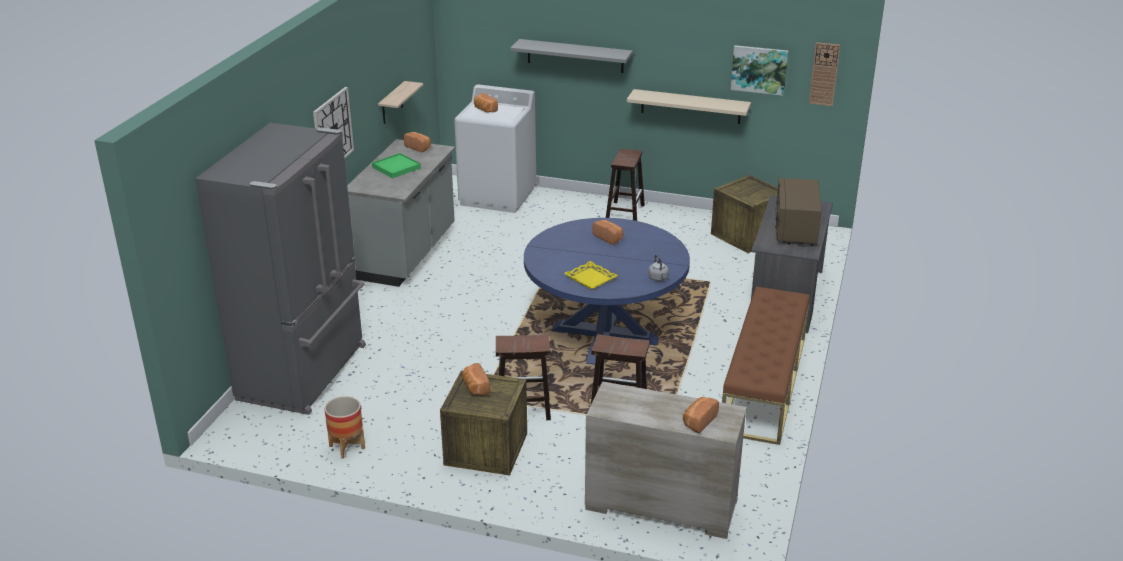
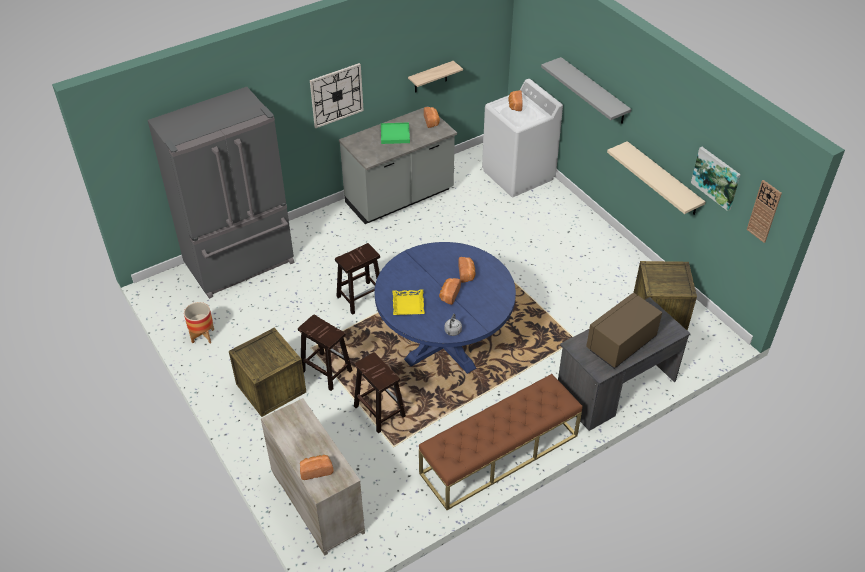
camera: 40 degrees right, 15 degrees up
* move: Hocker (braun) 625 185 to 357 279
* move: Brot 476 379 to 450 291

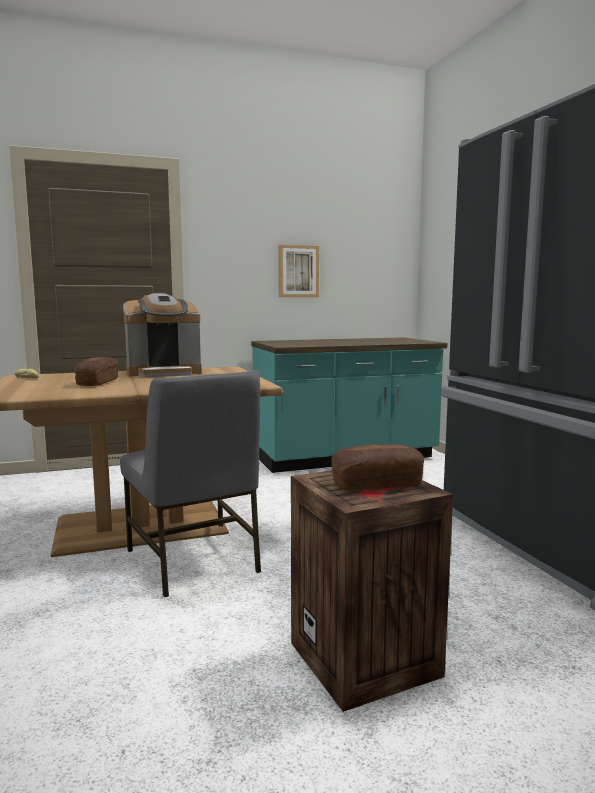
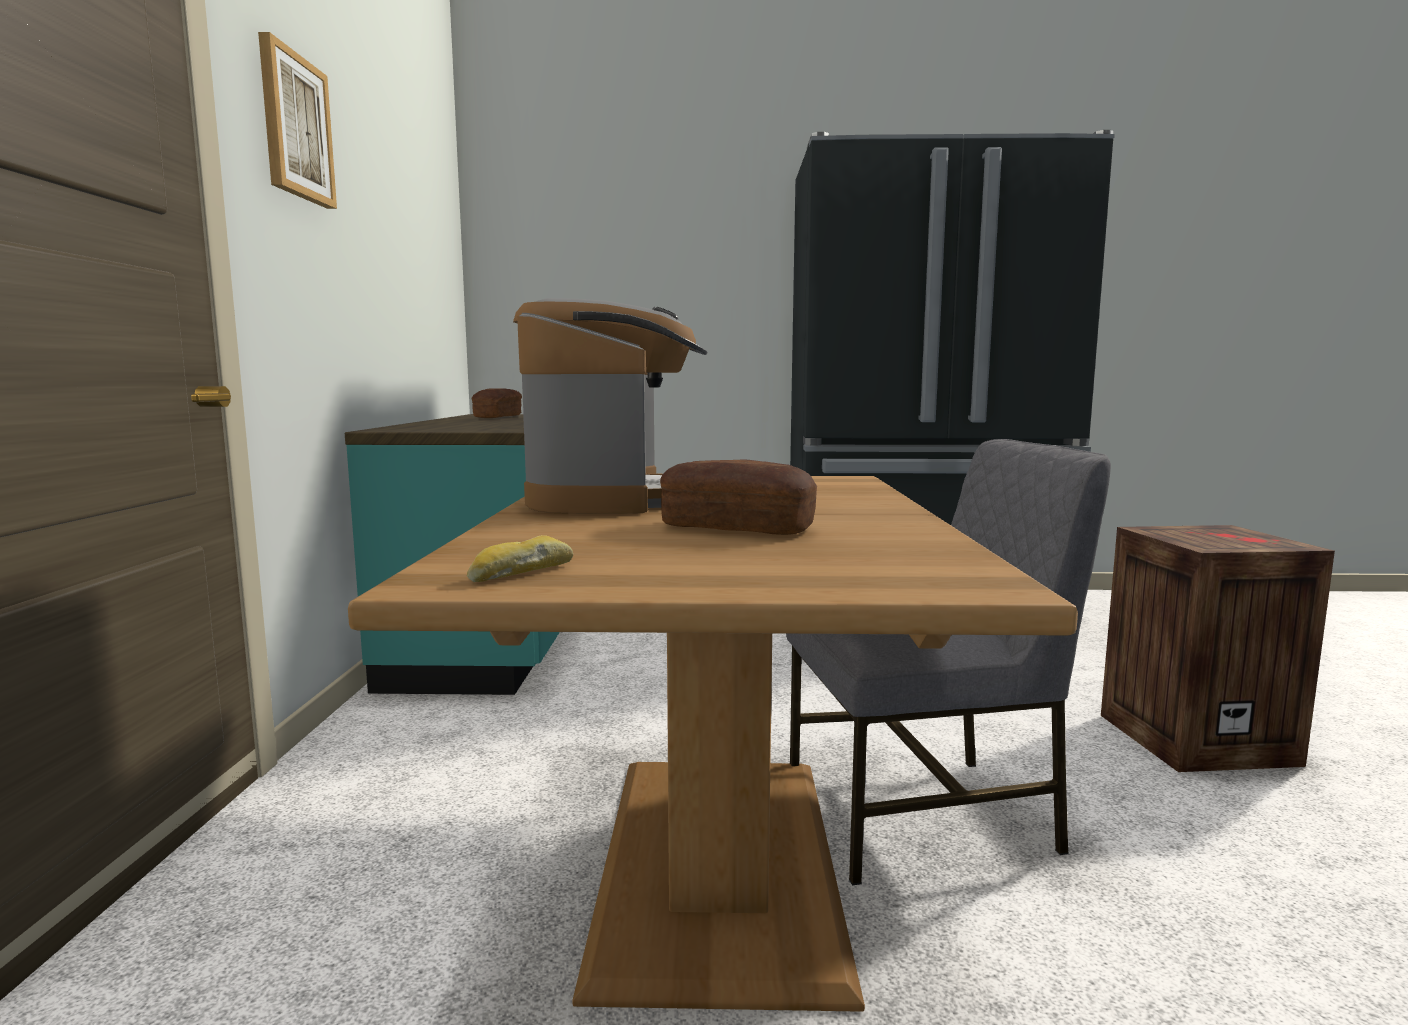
camera: 70 degrees left, 0 degrees up
* move: Bild 299 271 to 297 120
* move: Brot 377 467 to 497 403

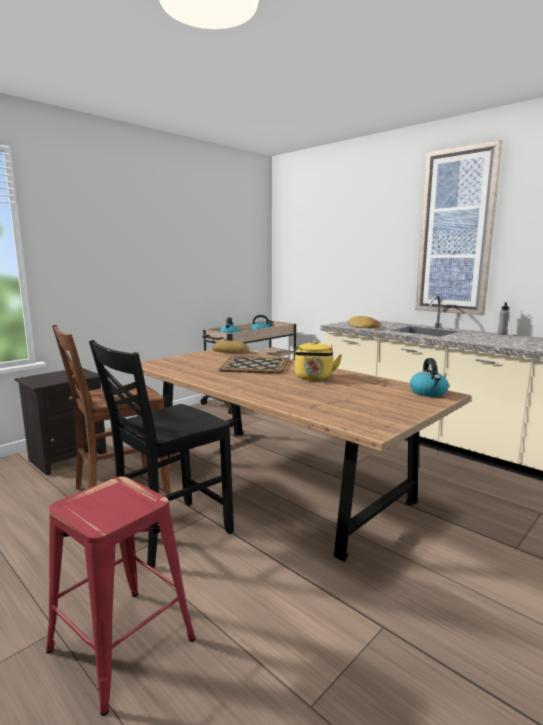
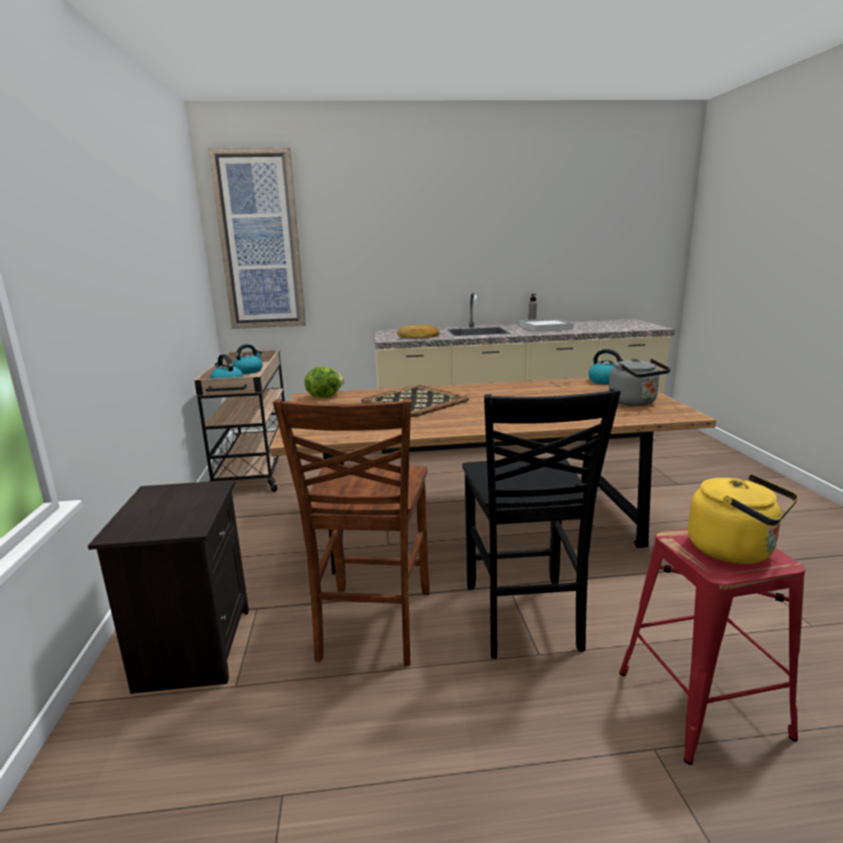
camera: 50 degrees left, 5 degrees up
* move: Bild 459 227 to 257 238
* replace: Brot 230 347 to Salatkopf 324 382
* move: Wasserkessel (gelb) 318 361 to 743 519
* insert: Tablett (weiß) 546 325
* insert: Wasserkessel (grau) 639 382

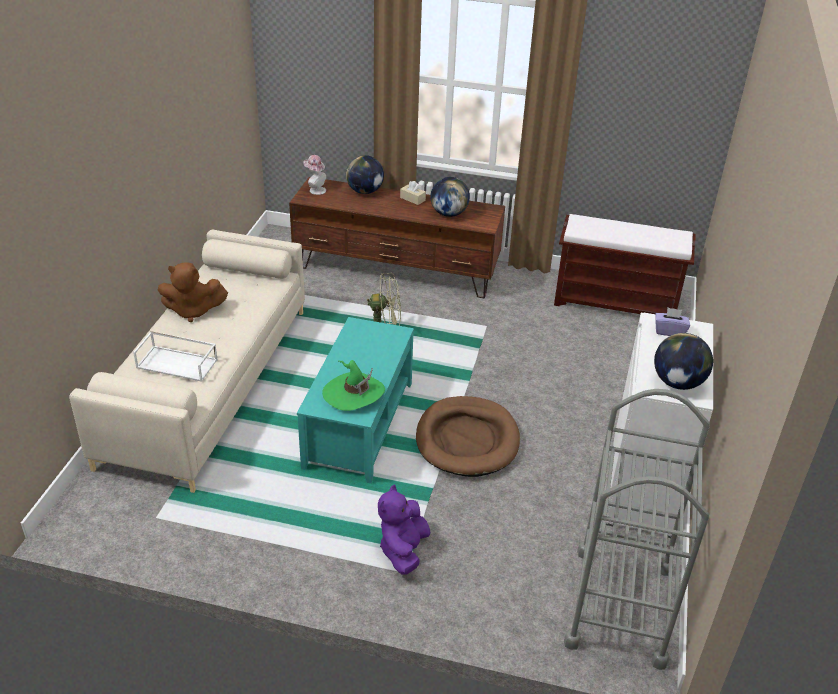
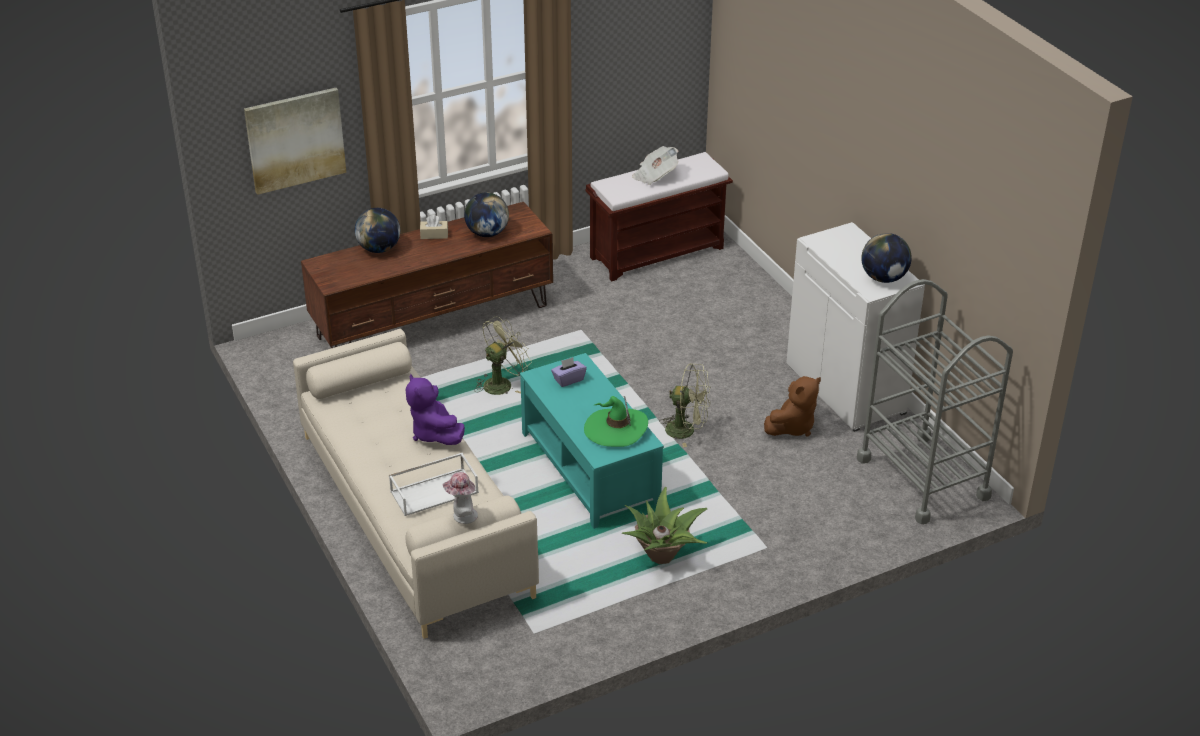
camera: 40 degrees left, 0 degrees up
* move: Hut 315 175 to 460 498
* move: Plüschtier (braun) 193 292 to 792 406
* move: Taschentuchbox (lila) 672 322 to 569 372
* replace: Hundebett (braun) 468 436 to Ventilator (grün) 684 405
* move: Plüschtier (lila) 404 530 to 435 409
* insert: Bild 295 141
* insert: Zeitung 655 165
* insert: Topfpflanze 664 525

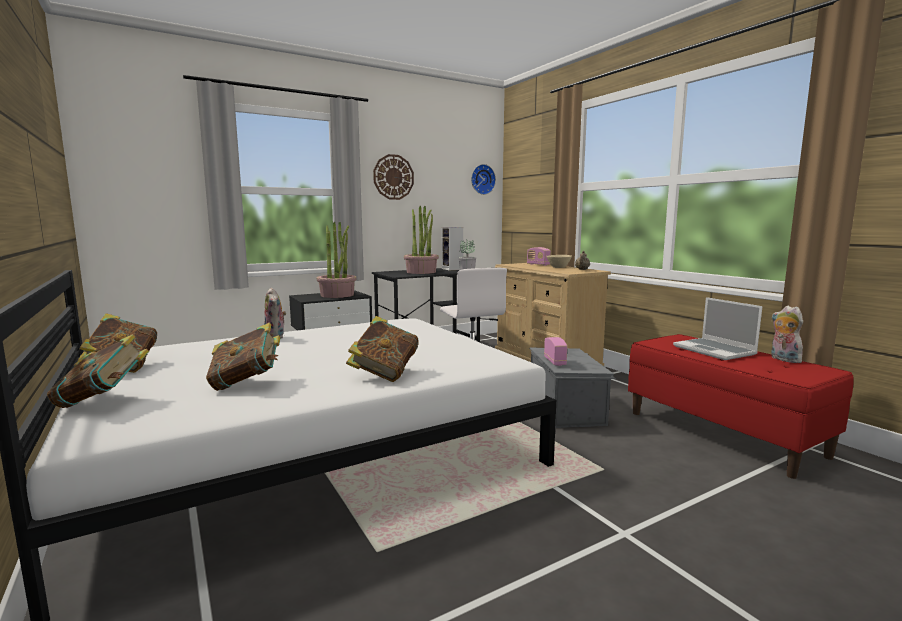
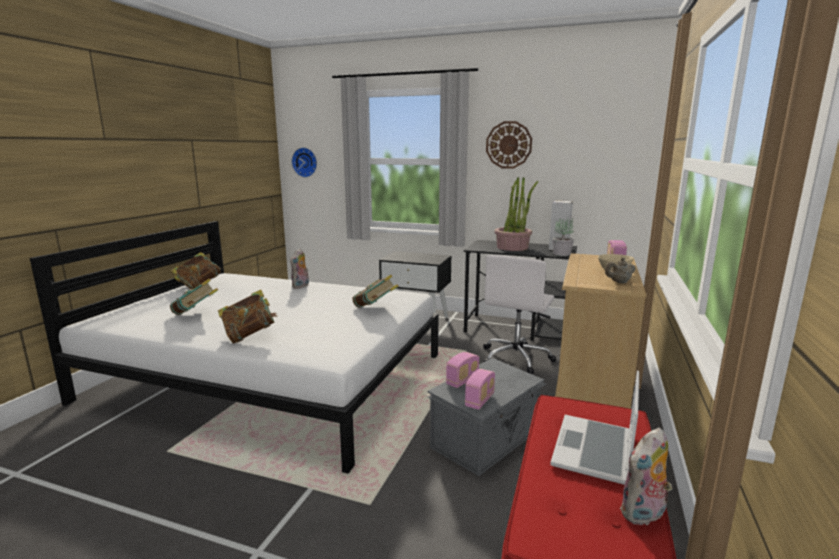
camera: 50 degrees right, 5 degrees up
* move: Wanduhr 483 179 to 304 162
* delete: Topfpflanze 337 260
* rotate: Plüschtier 787 334 = 646 476 150 degrees counterclockwise
* move: Buch 98 371 to 375 291
* insert: Radio 480 389

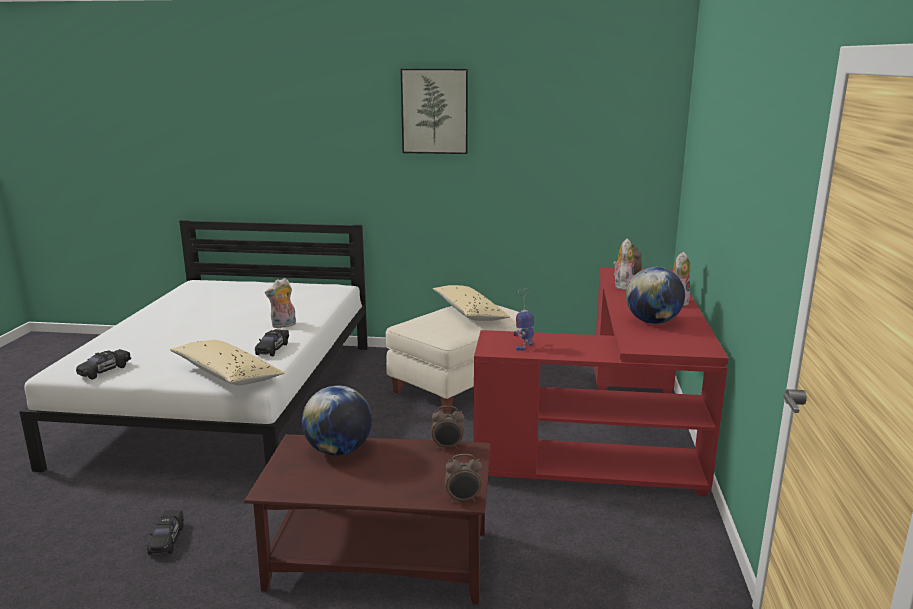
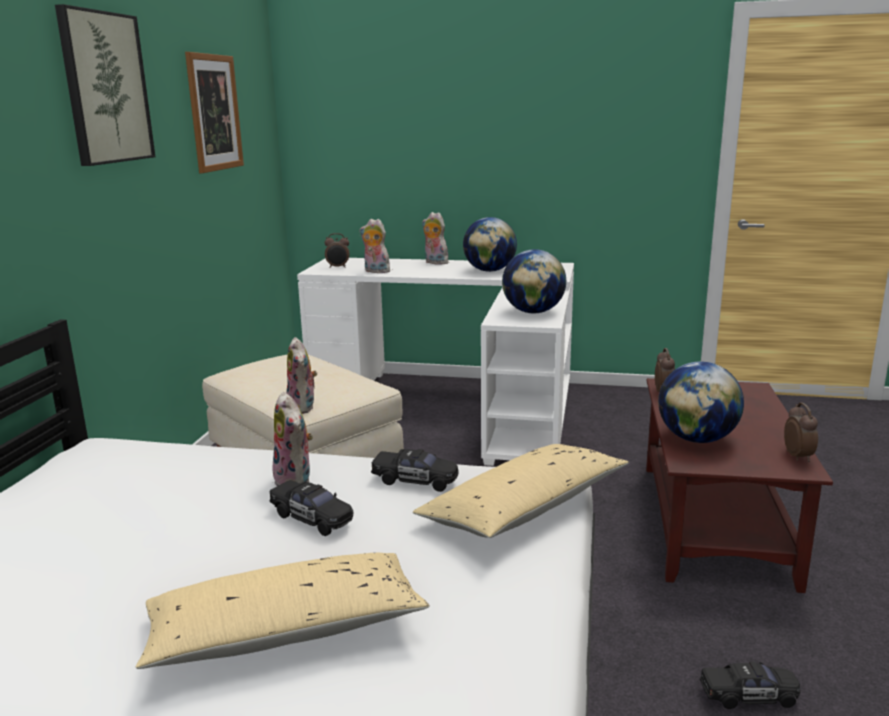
camera: 85 degrees left, 0 degrees up
* recolor: Schreibtisch (rot) 601 381 to Schreibtisch (weiß) 435 362
* move: Kissen (beige) 471 303 to 282 611
* replace: Spielzeugroboter 523 319 to Globus 534 281
* move: Spielzeugauto (schwarz) 103 364 to 311 508
* move: Wecker 463 478 to 801 432
* insert: Bild 214 112
* insert: Plüschtier 301 375

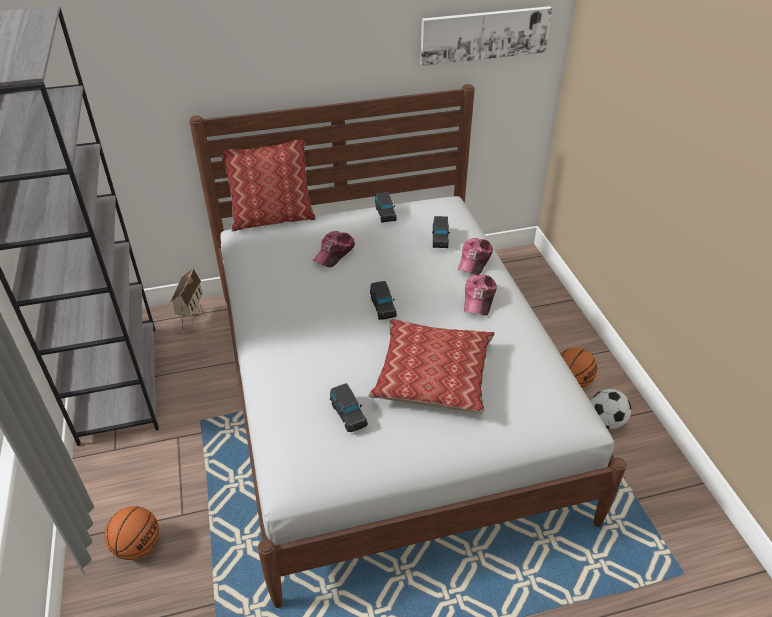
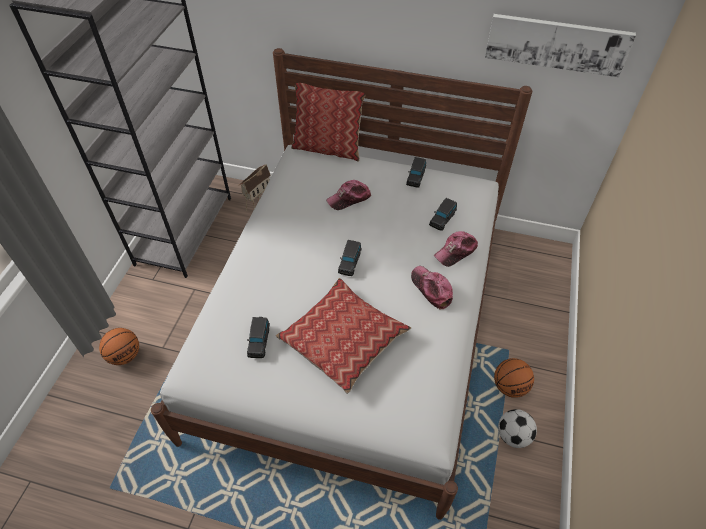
camera: 30 degrees right, 10 degrees up
* rotate: Kappe 480 295 = 432 288 105 degrees clockwise

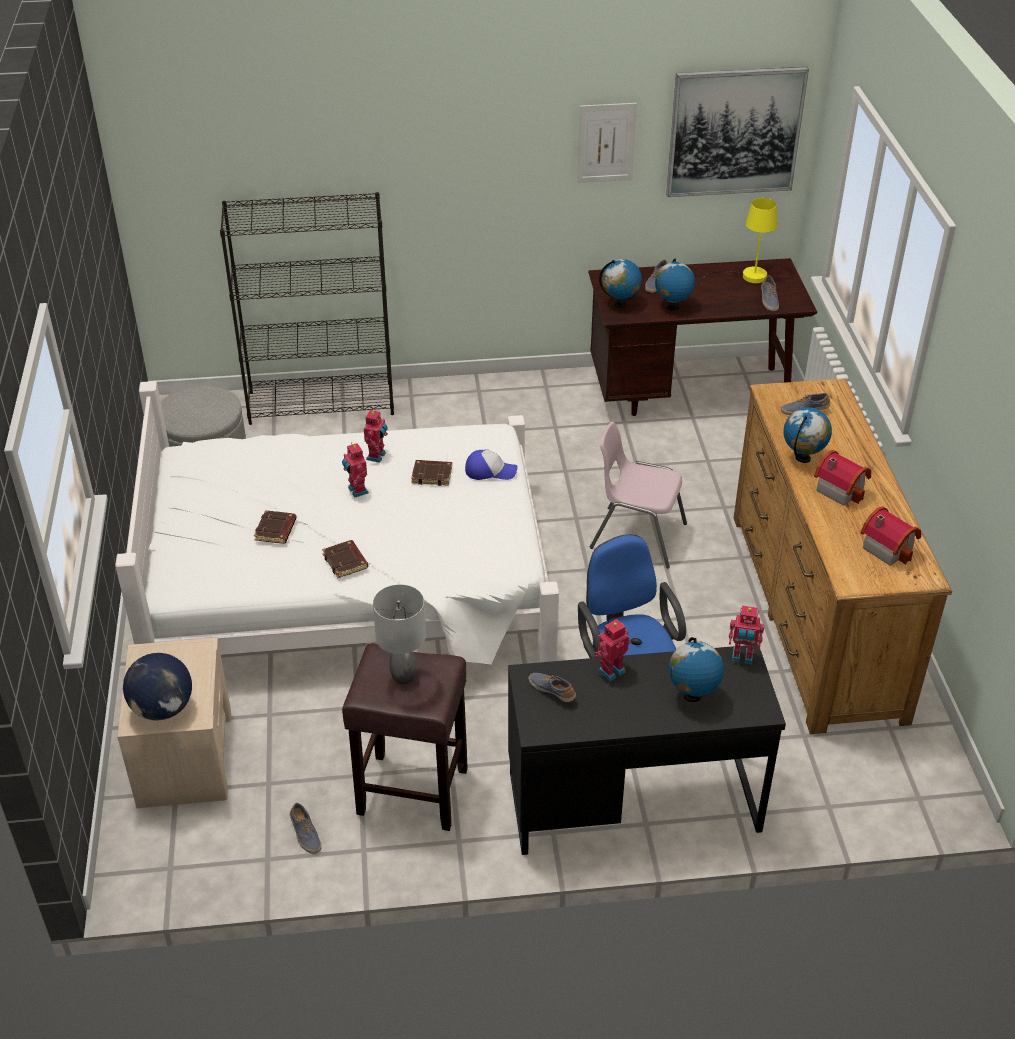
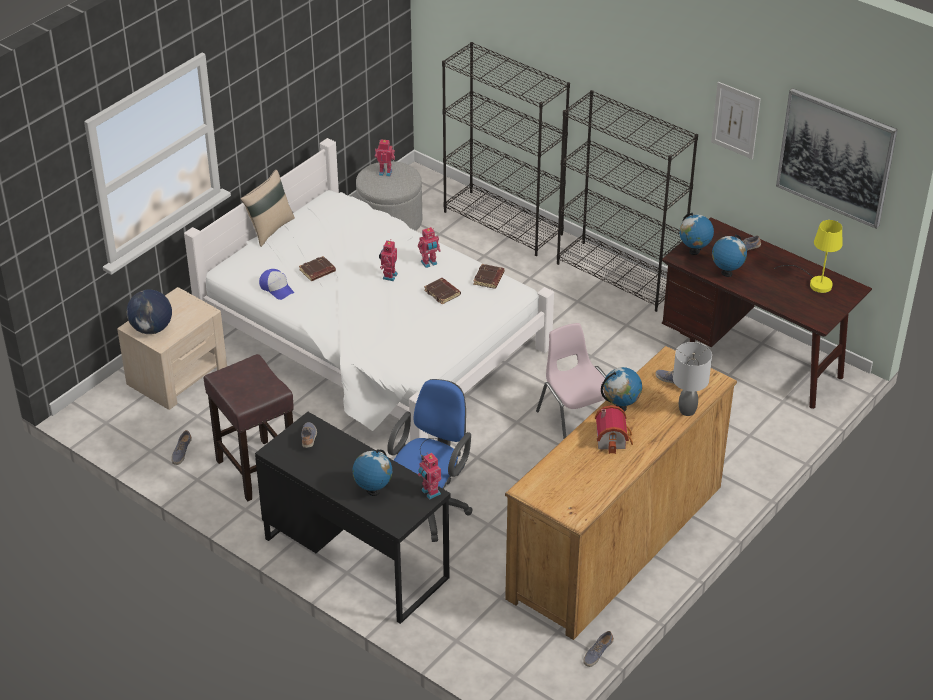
camera: 45 degrees right, 0 degrees up
* move: Schuh 770 293 to 598 649
* move: Kappe 491 464 to 276 284
* delete: Spielzeughaus 891 536
* move: Buch (braun) 345 559 to 488 276
* move: Tischlampe (grau) 399 634 to 692 379
* move: Spielzeugroboter 612 650 to 385 158
* insert: Bücherregal (schwarz) 627 201
* insert: Kissen (beige) 267 208

